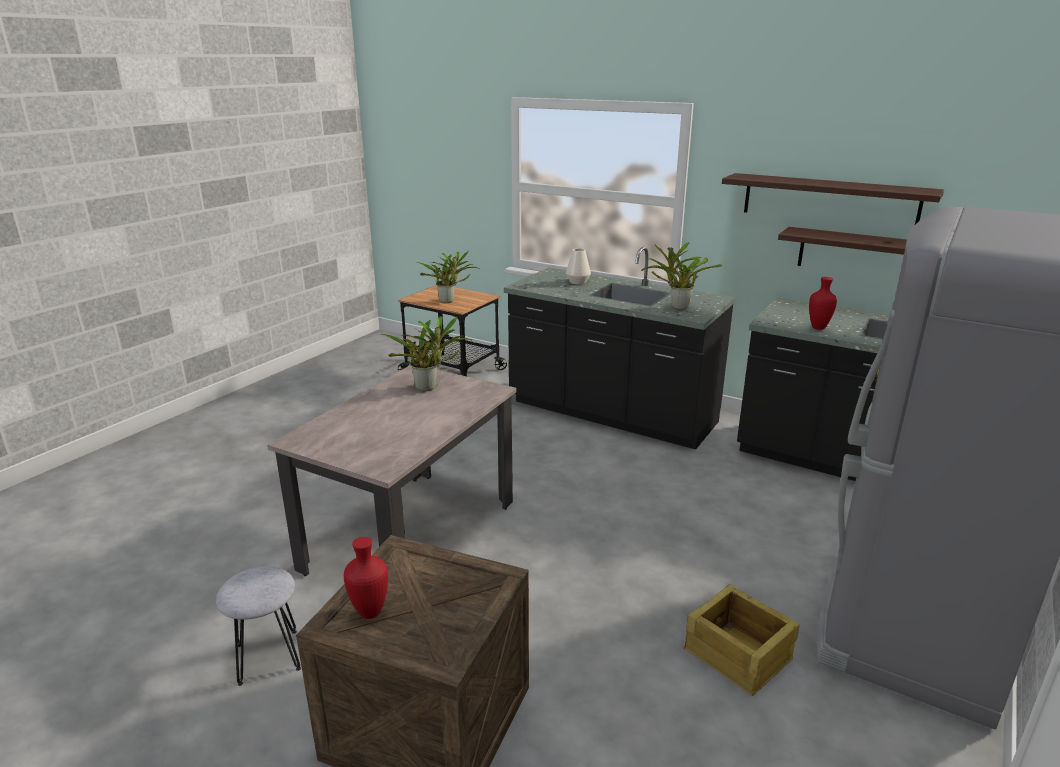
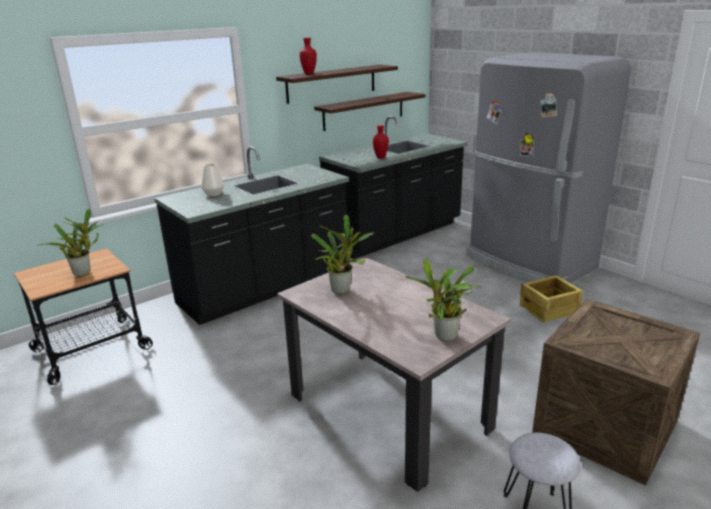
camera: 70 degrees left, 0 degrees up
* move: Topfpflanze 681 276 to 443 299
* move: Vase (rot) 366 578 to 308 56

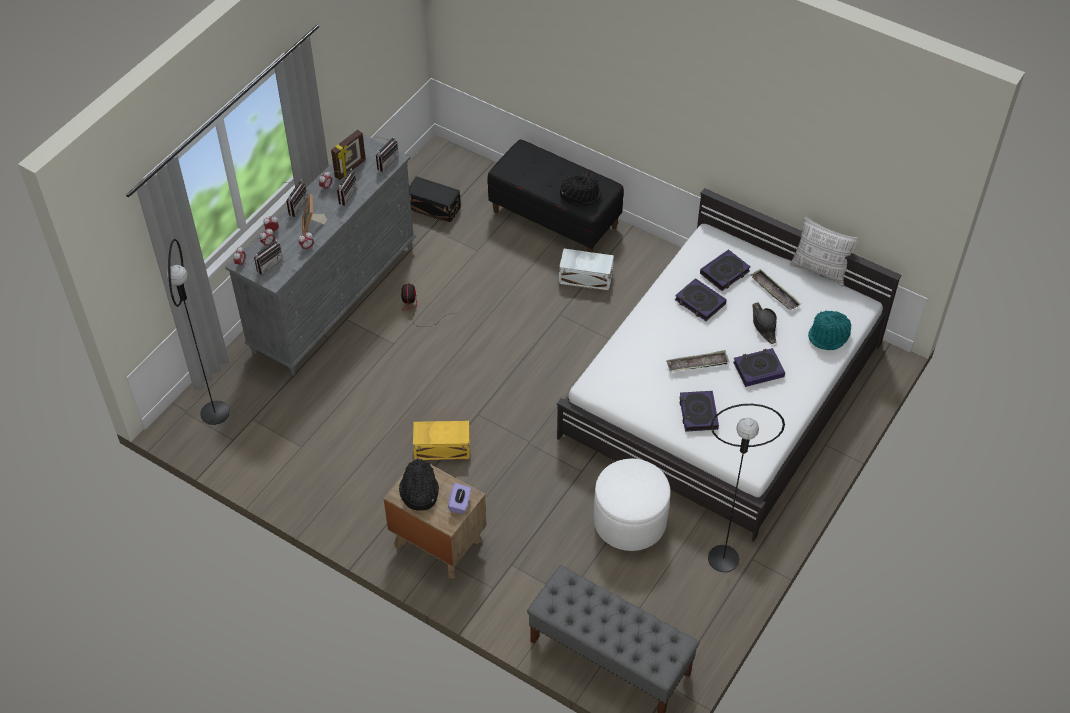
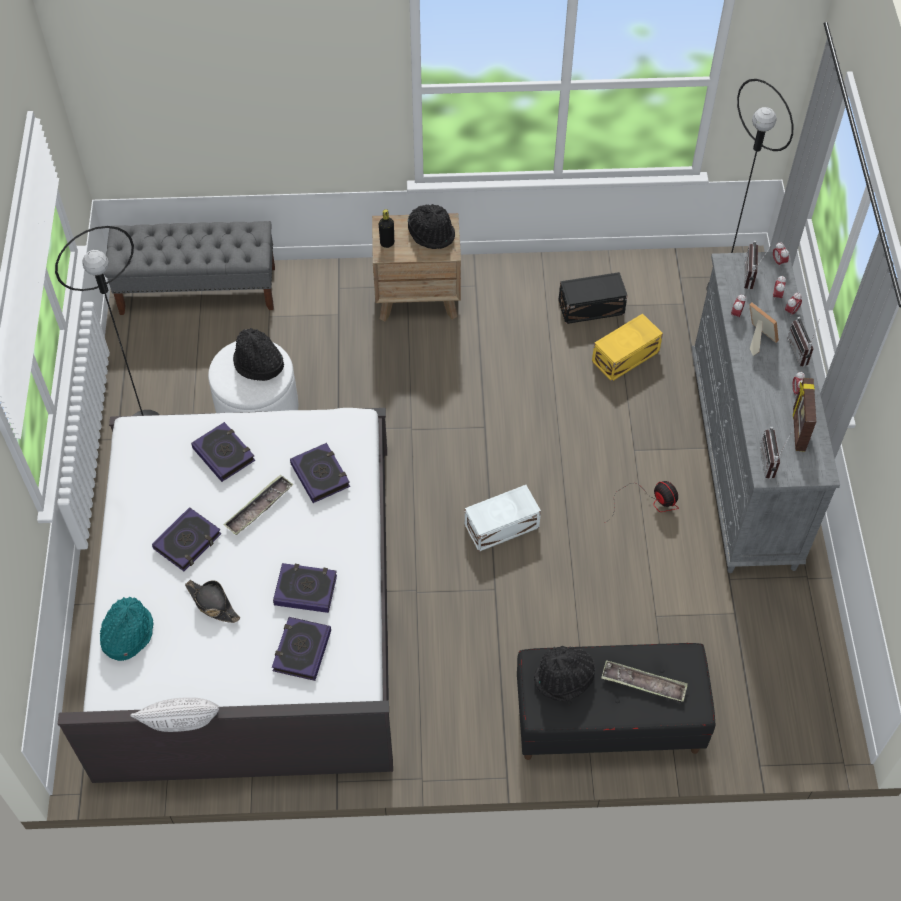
camera: 145 degrees right, 5 degrees up
* delete: Radio 345 187
* move: Aufbewahrungsbox (schwarz) 435 199 to 593 298
* move: Aufbewahrungsbox (weiß) 586 270 to 503 518
* move: Tablett 775 289 to 644 681
* move: Aufbewahrungsbox (gelb) 441 440 to 627 347
* replace: Taschentuchbox (lila) 459 498 to Flasche (schwarz) 386 228
* insert: Hut (schwarz) 258 354
* insert: Buch 320 473

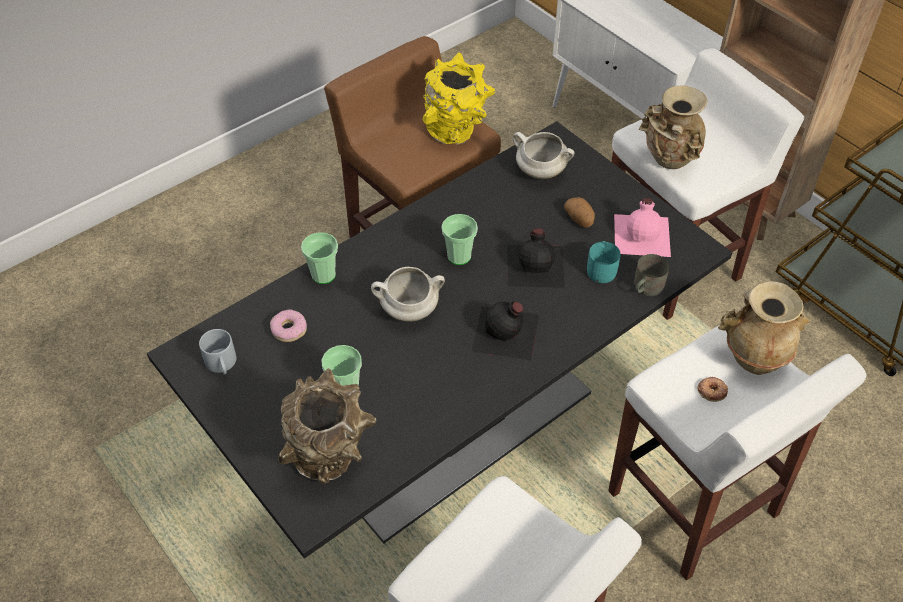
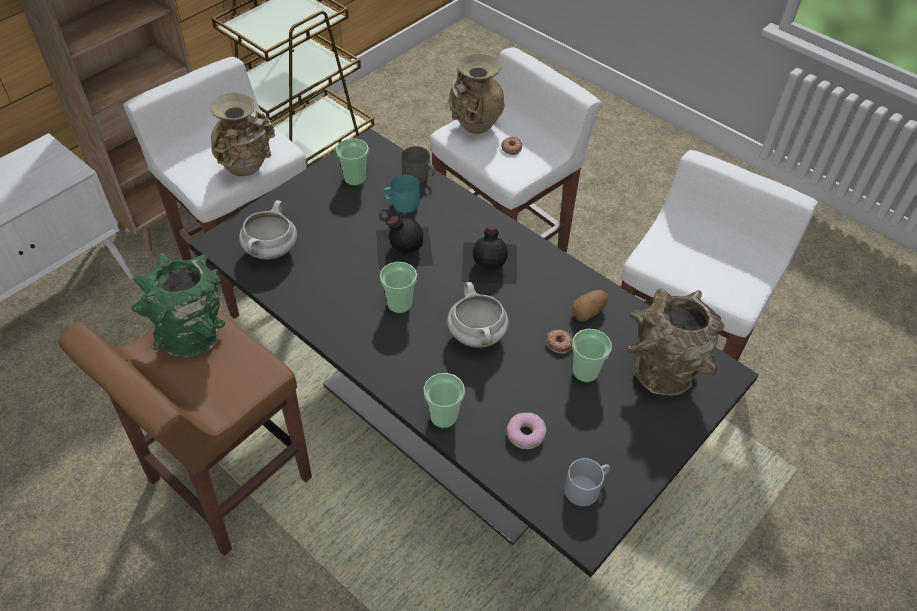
camera: 100 degrees left, 0 degrees up
* recolor: Vase (gelb) 459 99 to Vase (grün) 178 305
* move: Kartoffel 579 212 to 590 305
* replace: Flasche (rosa) 642 227 to Tasse 352 162
* insert: Donut 559 342

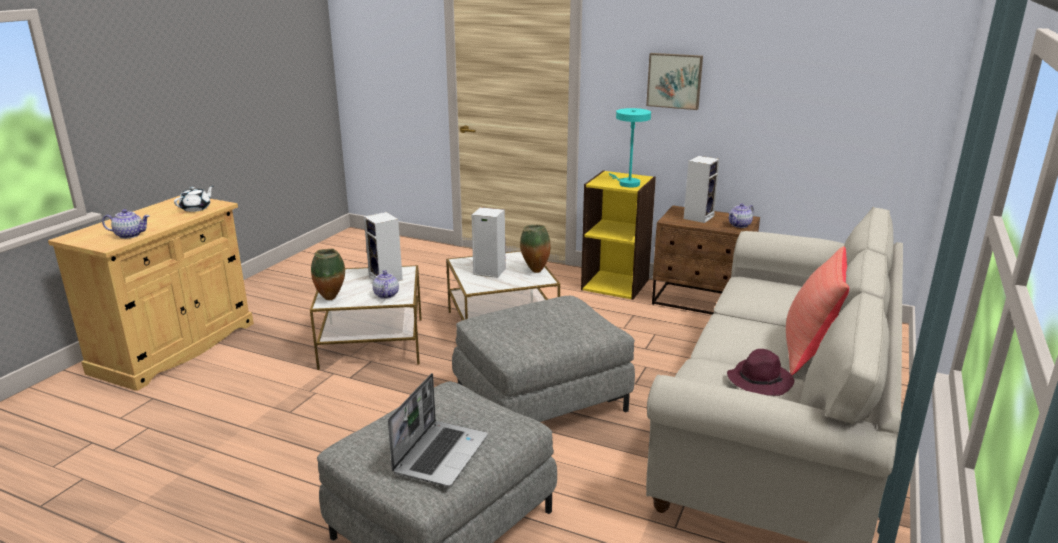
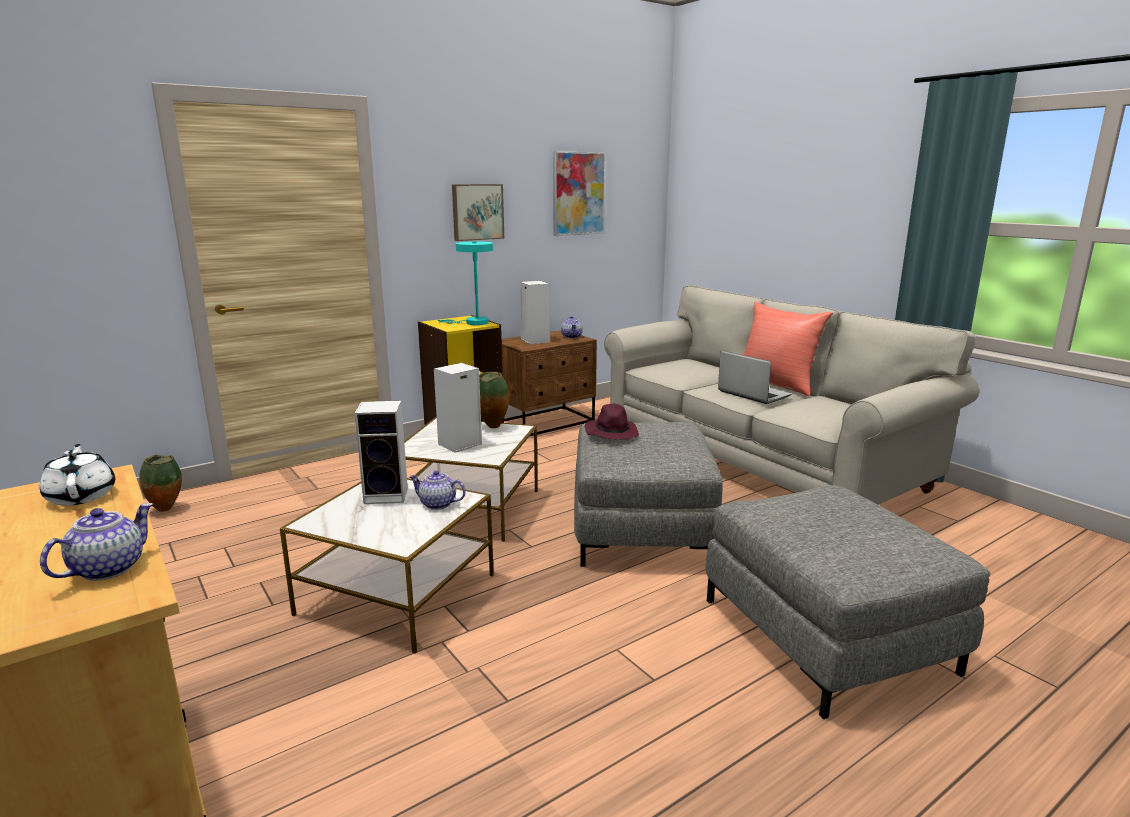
camera: 60 degrees left, 5 degrees down
* move: Vase 328 274 to 160 483
* move: Hut (lila) 760 372 to 612 421
* move: Laptop 438 429 to 755 377
* insert: Bild 579 193

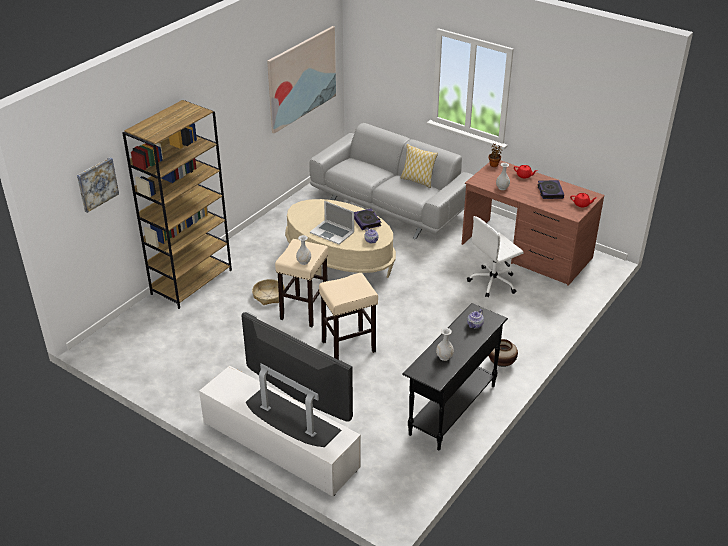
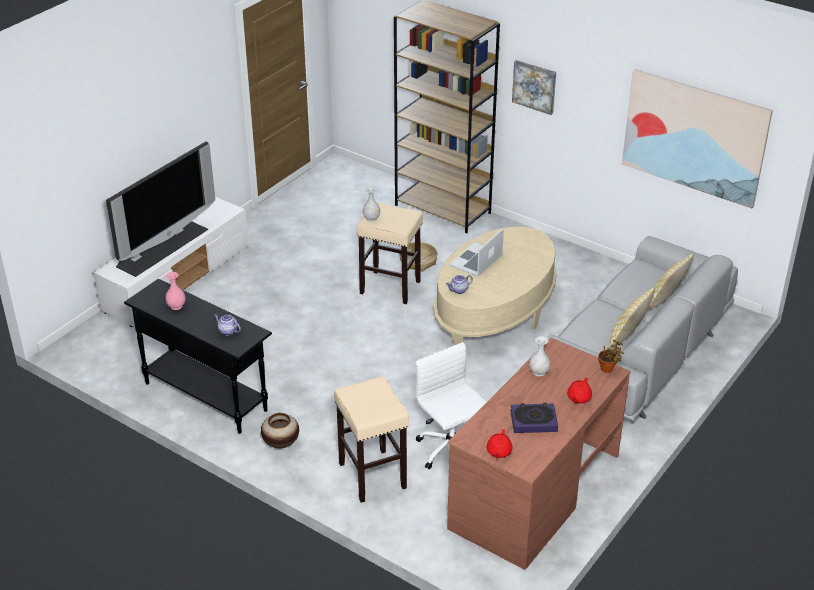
camera: 90 degrees right, 0 degrees up
* move: Bild 98 185 to 534 87
* delete: Buch 367 219
* move: Hocker (beige) 348 316 to 371 439
* recolor: Vase (weiß) 445 344 to Vase (rosa) 175 291
* insert: Kissen 670 282

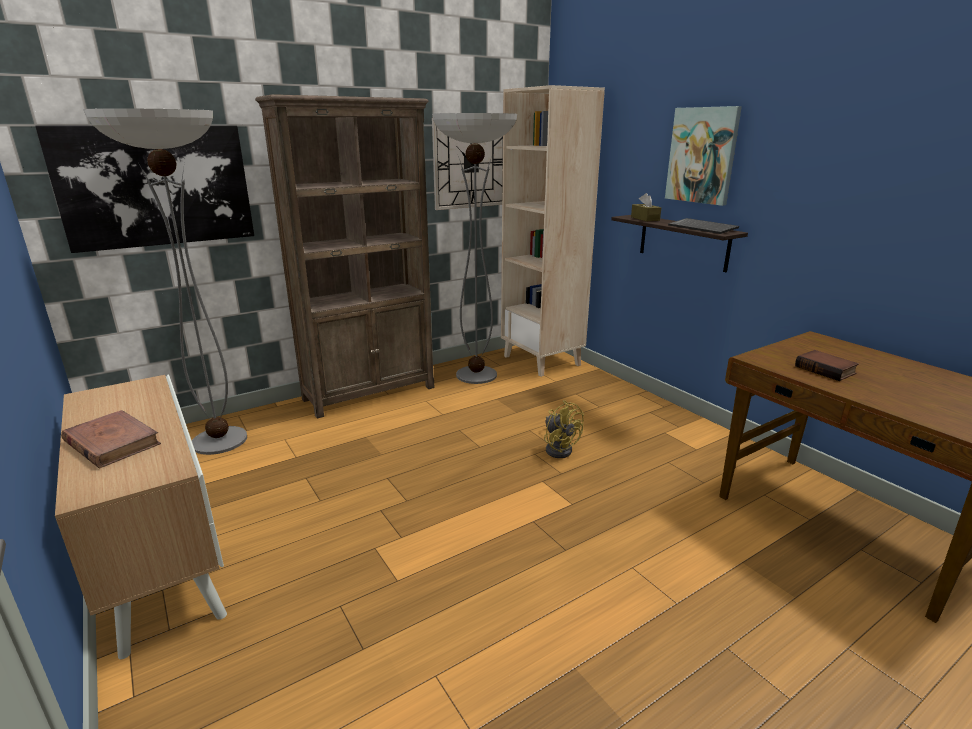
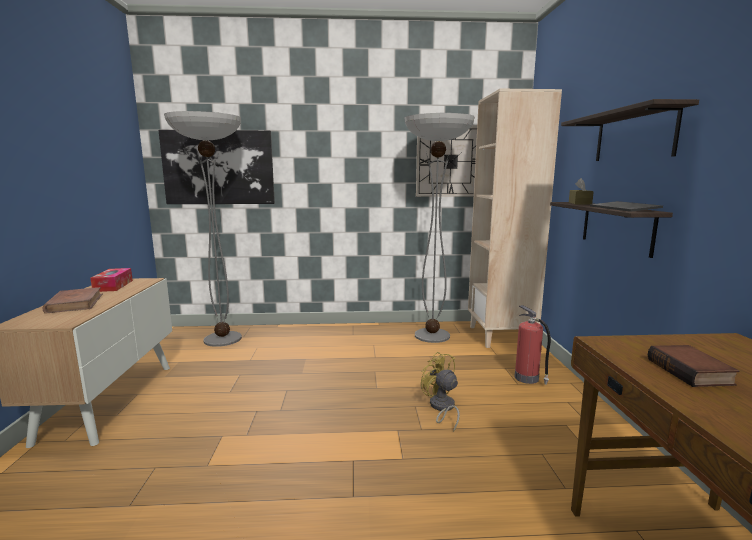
camera: 30 degrees right, 10 degrees down
* delete: Bücherregal (braun) 344 256
* replace: Bild 703 156 to Wandregal 630 130
* rotate: Ventilator (gelb) 564 429 = 440 392 150 degrees clockwise
* insert: Taschentuchbox 111 280
* insert: Feuerlöscher 533 345

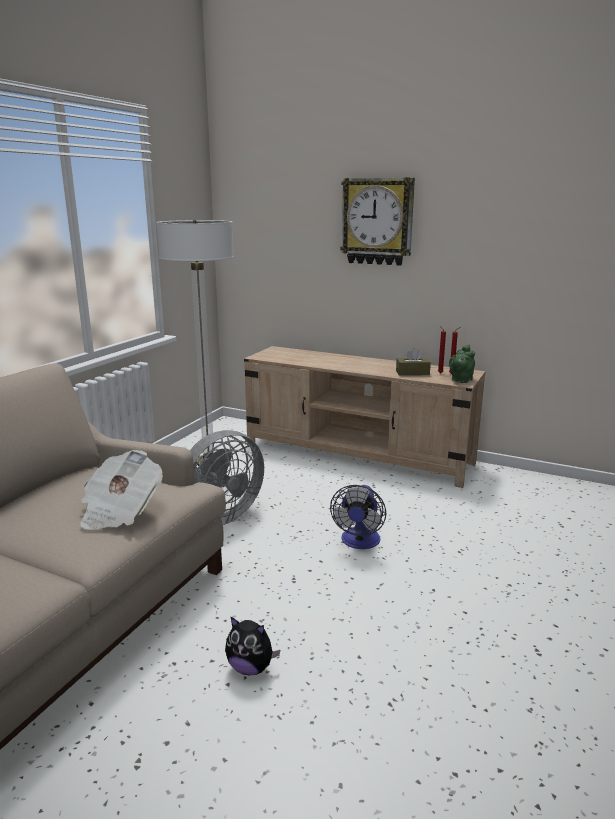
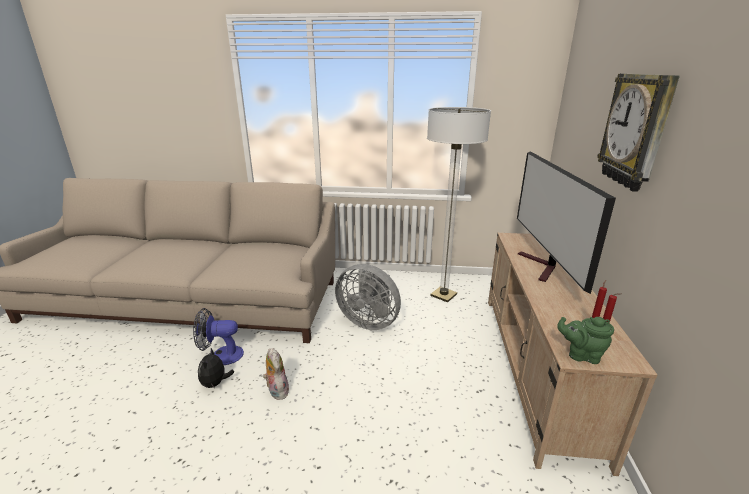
camera: 70 degrees right, 5 degrees up
* delete: Taschentuchbox (braun) 413 361
* delete: Zeitung 121 490
* move: Ventilator 358 517 to 218 336
* insert: Fernseher 566 222
* insert: Plüschtier 276 374

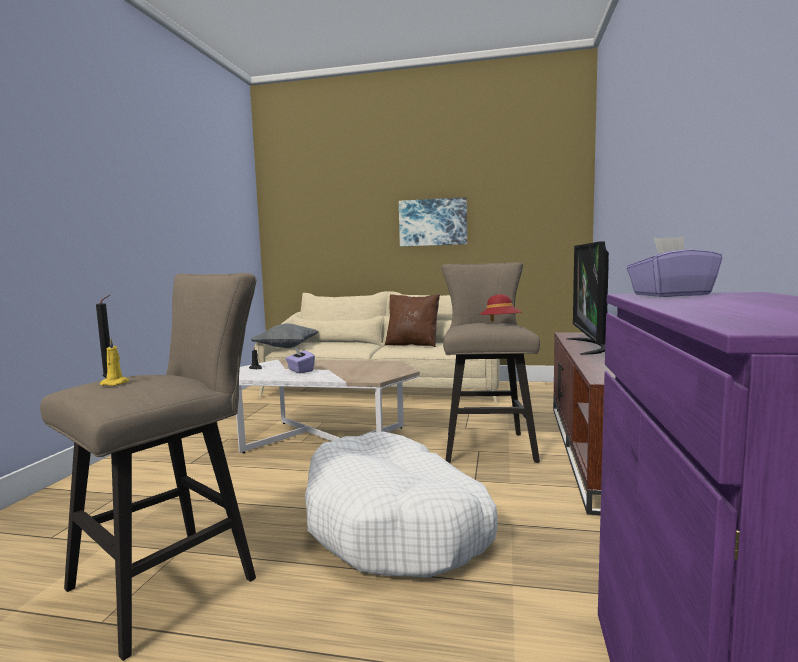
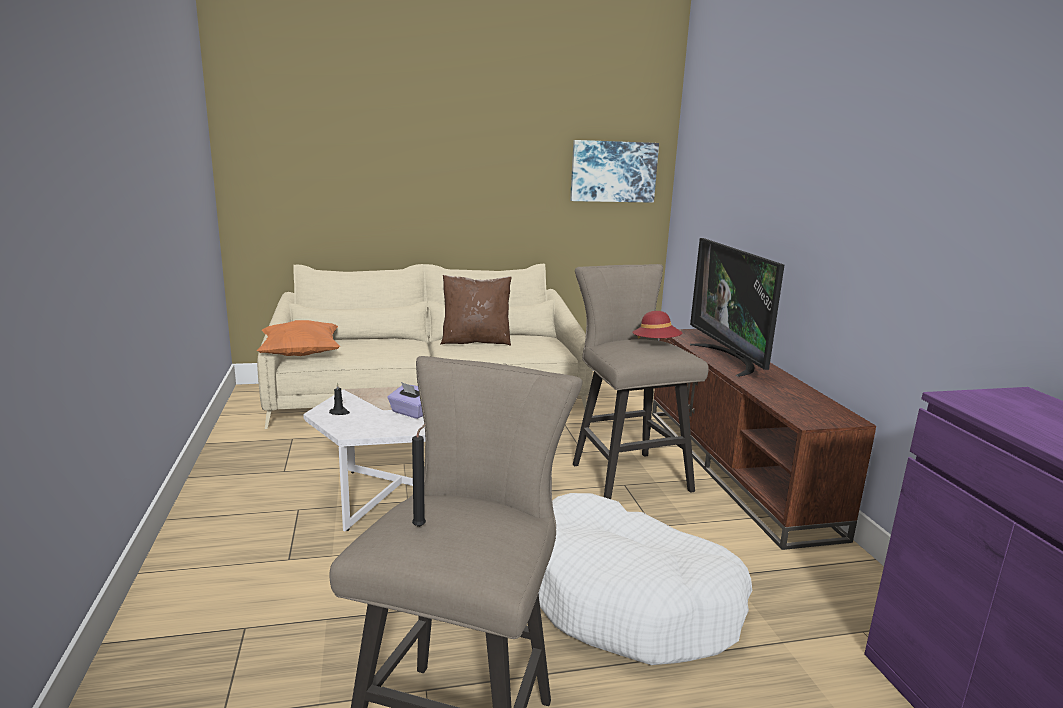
camera: 25 degrees left, 10 degrees up
* move: Bild 433 221 to 614 171
* delete: Taschentuchbox (lila) 674 267
* recolor: Kissen (grau) 285 335 to Kissen (orange) 298 338
* delete: Kerze (gelb) 115 362

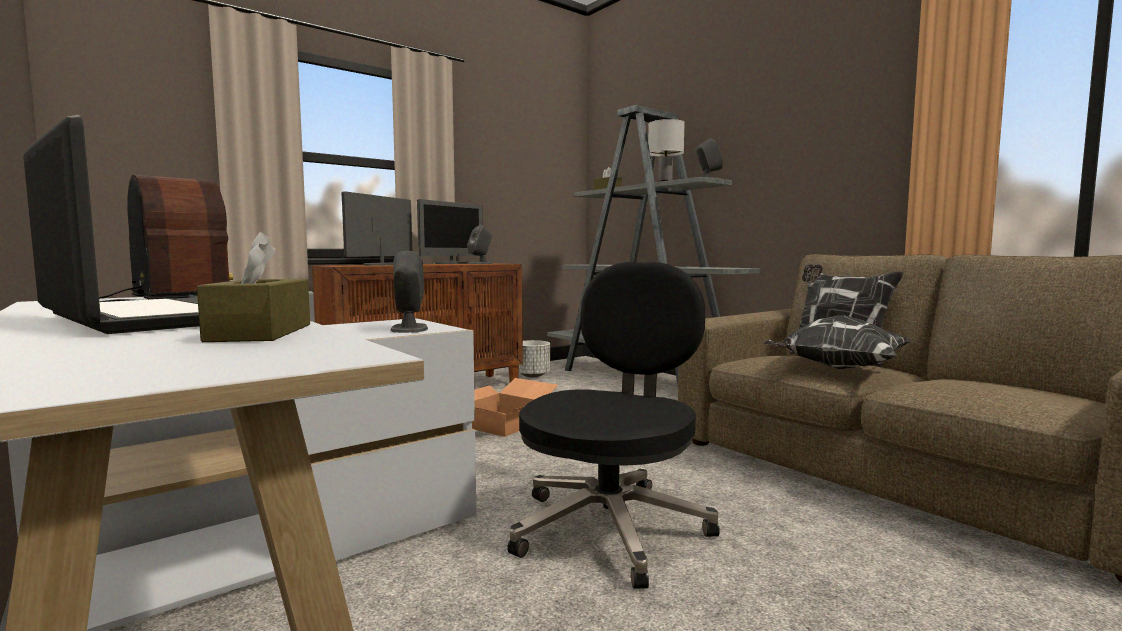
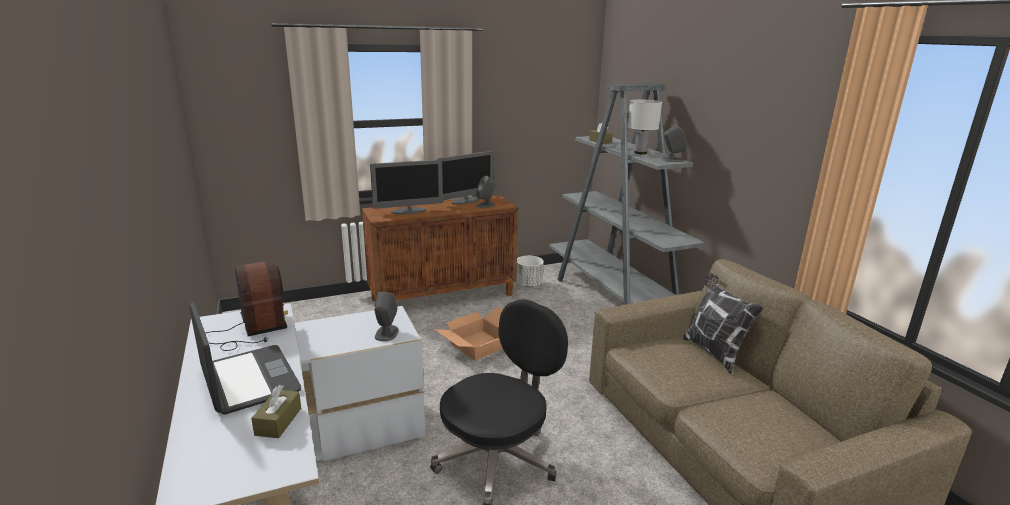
camera: 15 degrees right, 15 degrees up
* rotate: Monitor 376 228 = 406 187 150 degrees counterclockwise
* delete: Kissen 837 342

